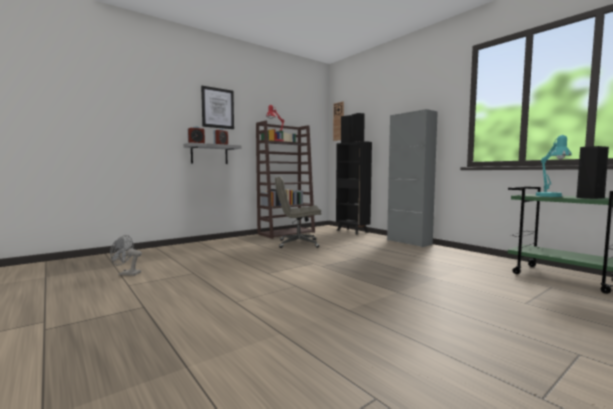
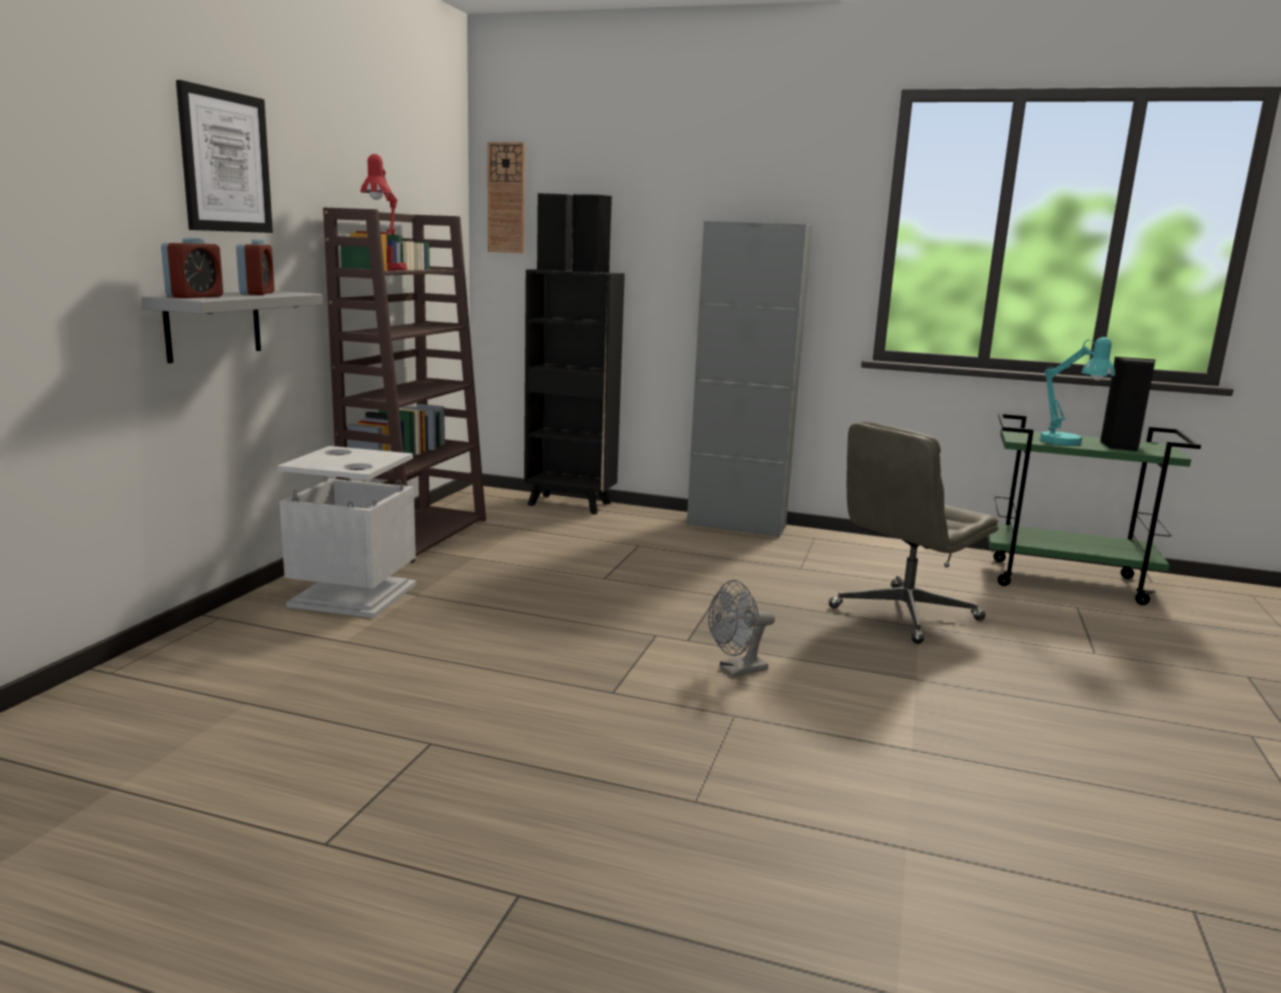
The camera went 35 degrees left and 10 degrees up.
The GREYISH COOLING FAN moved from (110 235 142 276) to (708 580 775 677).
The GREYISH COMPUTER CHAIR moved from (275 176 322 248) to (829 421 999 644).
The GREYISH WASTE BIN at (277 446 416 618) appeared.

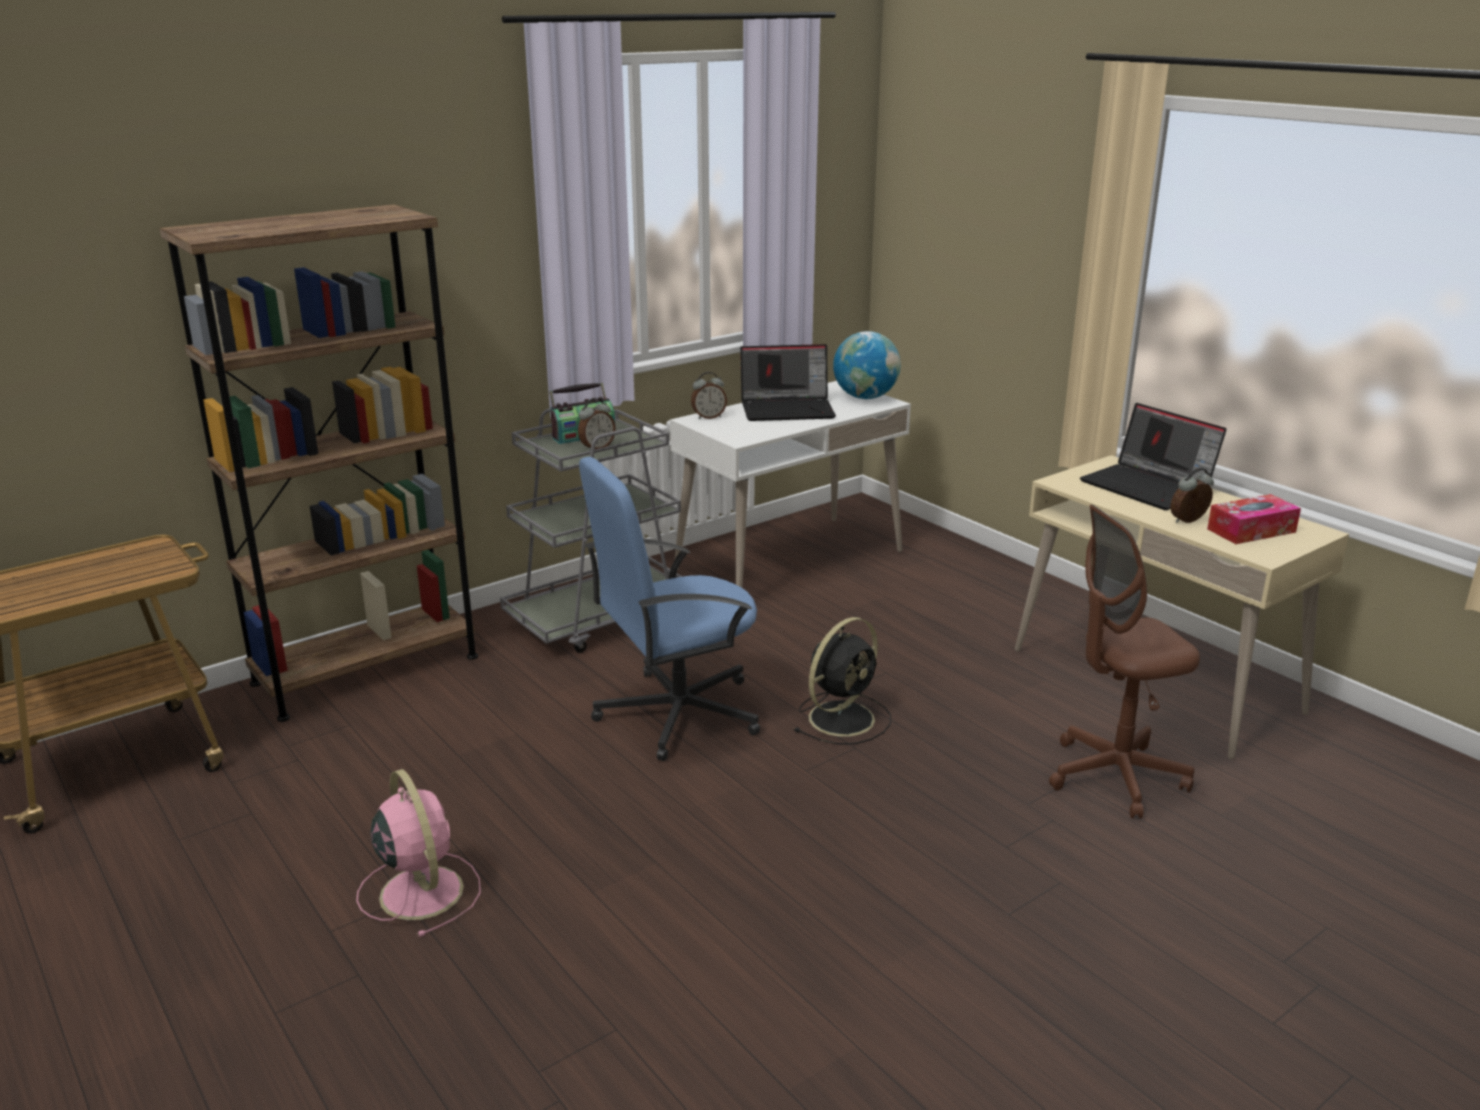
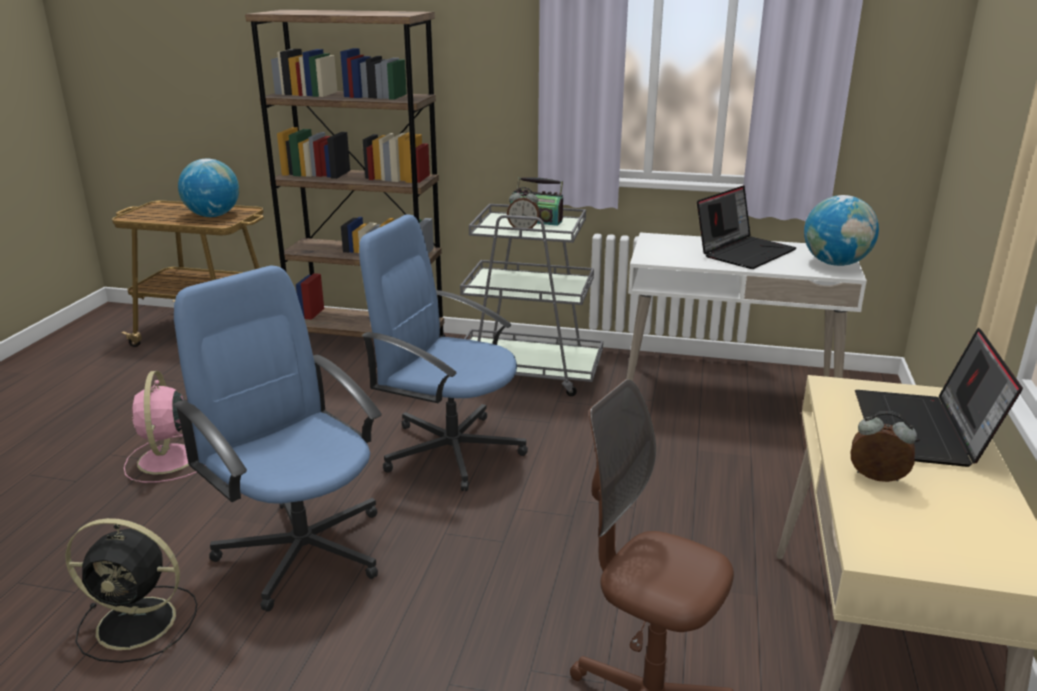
The camera went 50 degrees right and 0 degrees up.
The PINKISH COOLING FAN at (356 769 481 937) turned 150 degrees clockwise.
The TABLE CLOCK at (691 372 727 419) disappeared.
The NOTEBOOK COMPUTER at (740 344 836 421) turned 90 degrees counterclockwise.
The BLACKISH COOLING FAN moved from (794 617 891 745) to (65 518 197 663).
The TISSUE BOX at (1207 494 1301 544) disappeared.
The BLUE COMPUTER CHAIR at (173 266 382 612) appeared.
The DESK GLOBE at (178 159 239 217) appeared.

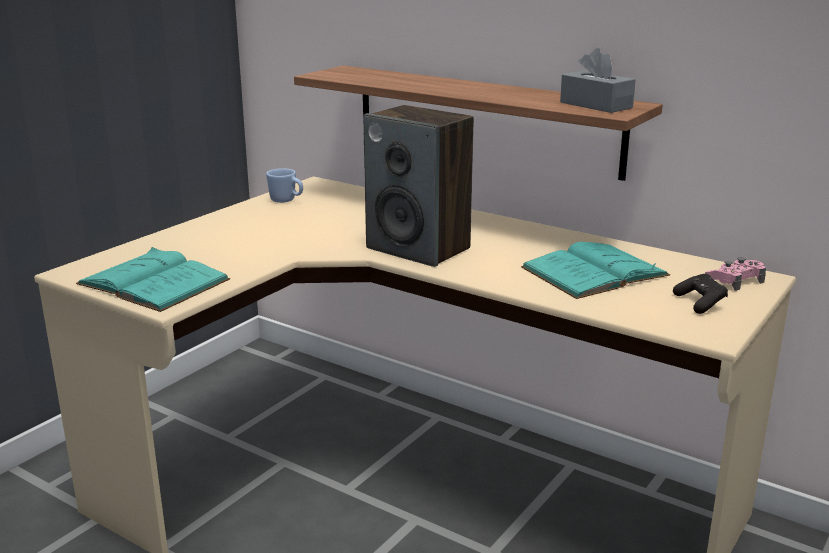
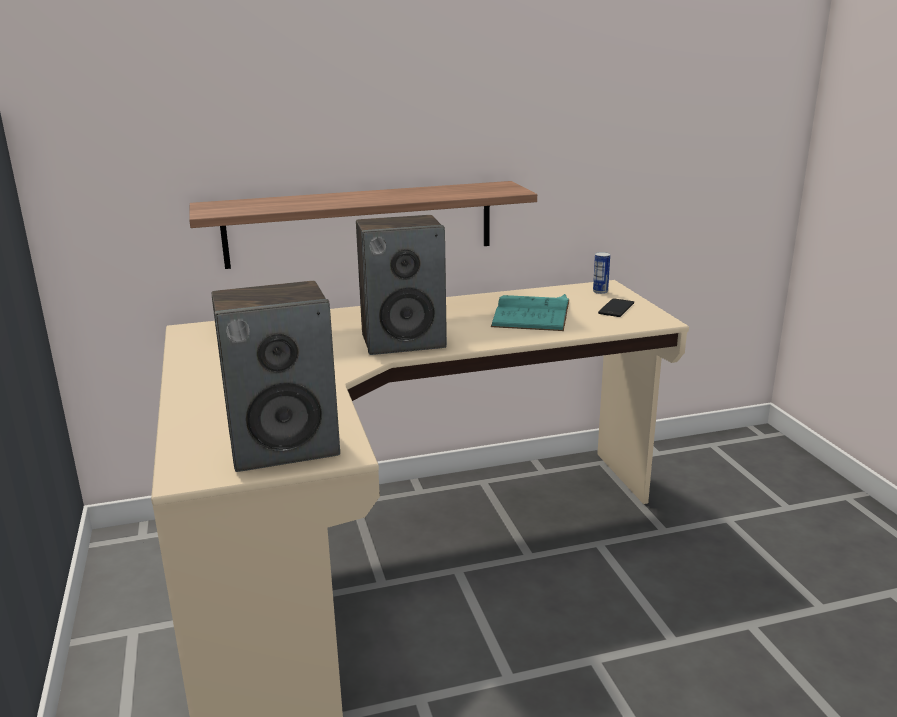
The camera went 50 degrees left and 0 degrees up.
The TURQUOISE BOOK at (76 247 230 312) was replaced by the LOUDSPEAKER at (212 281 340 472).
The BLUE COFFEE MUG at (266 168 303 203) disappeared.
The GREYISH TISSUE BOX at (560 48 636 113) disappeared.
The BLACKISH GAME CONTROLLER at (673 274 728 314) was replaced by the TELEPHONE at (598 298 634 317).
The PINKISH GAME CONTROLLER at (705 258 766 291) was replaced by the SEALED CAN at (593 252 610 294).

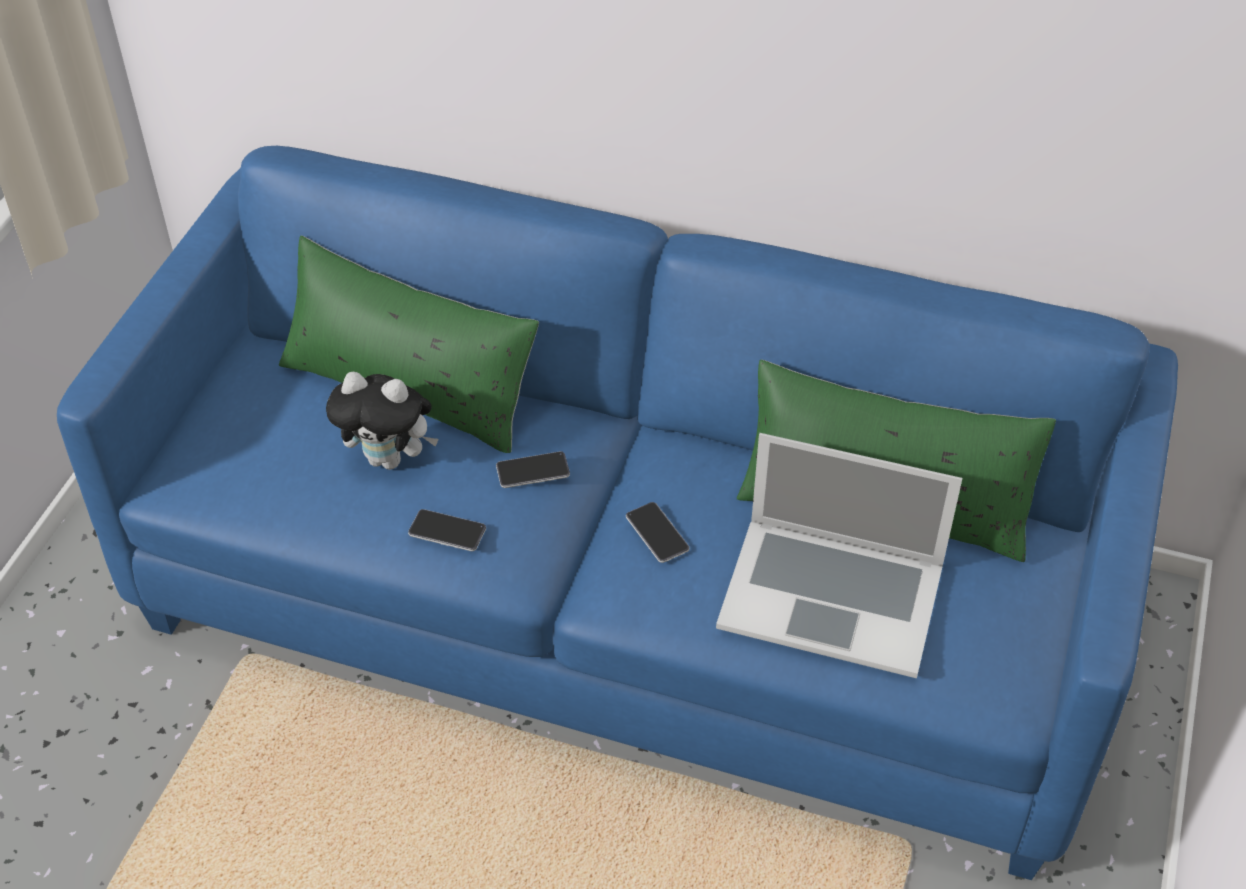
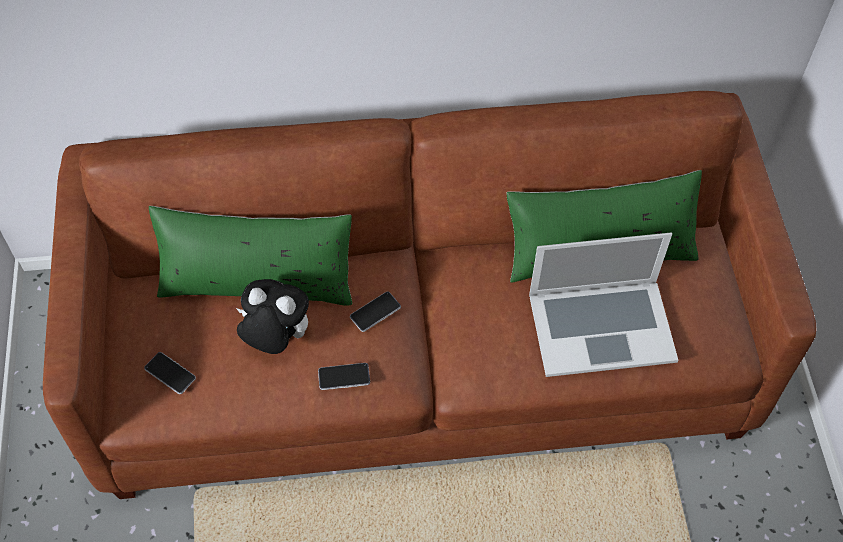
The camera went 25 degrees left and 10 degrees up.
The BLUE COUCH at (57 146 1178 880) became the BROWN COUCH at (43 91 817 499).
The PLUSH TOY at (326 372 439 470) turned 150 degrees counterclockwise.
The TELEPHONE moved from (626 502 690 563) to (144 352 196 394).

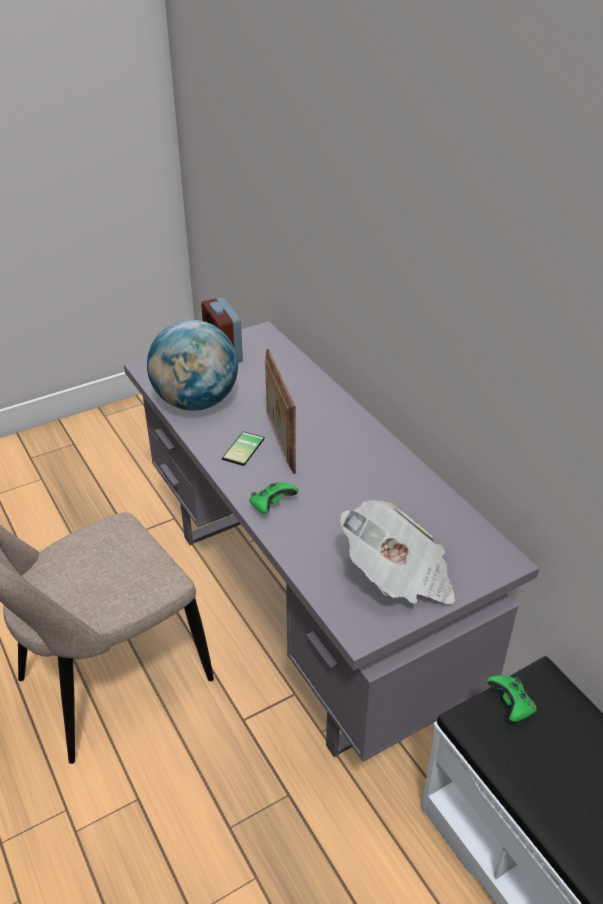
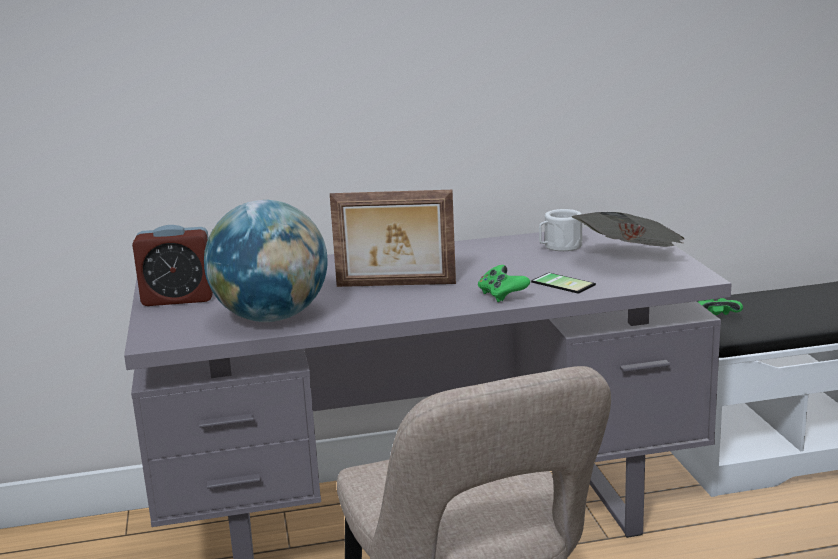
The camera went 70 degrees left and 20 degrees down.
The TELEPHONE moved from (222 432 265 466) to (531 273 596 294).
The WHITISH COFFEE MUG at (539 209 582 251) appeared.

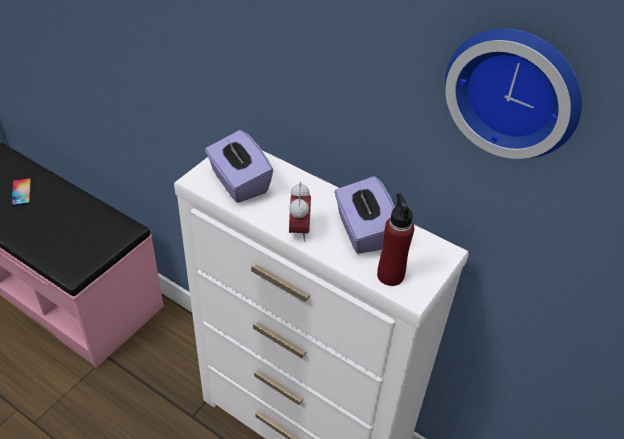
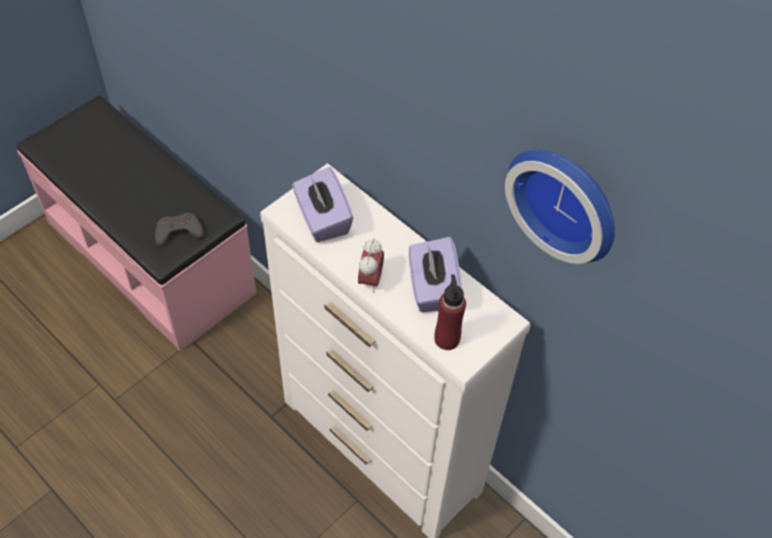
The camera went 10 degrees right and 10 degrees up.
The TELEPHONE at (11 178 31 206) disappeared.
The GREYISH GAME CONTROLLER at (155 213 204 246) appeared.

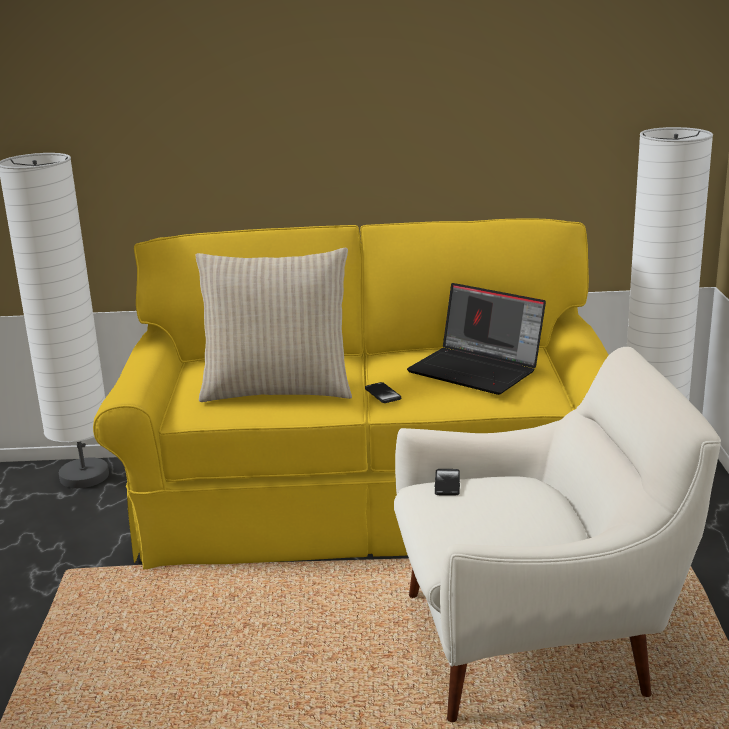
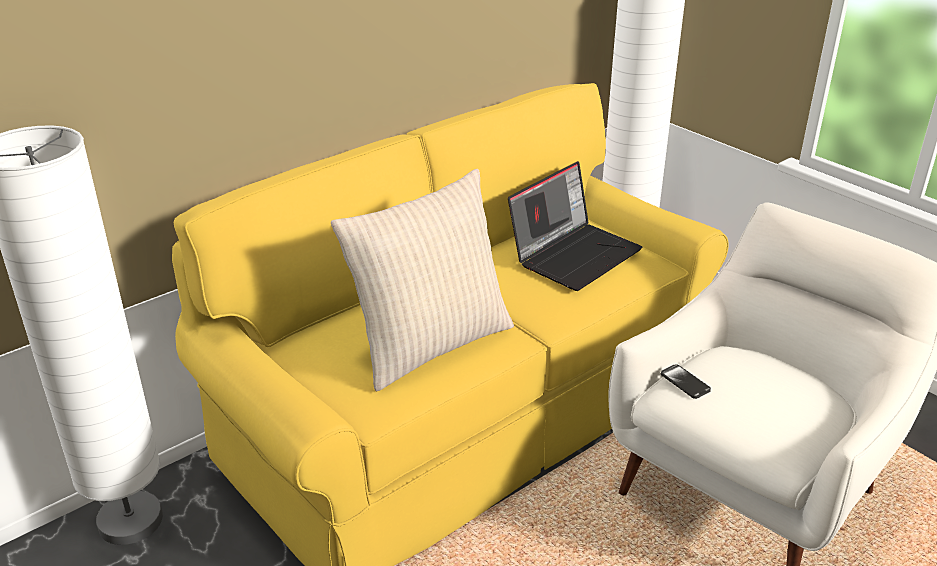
The camera went 40 degrees left and 10 degrees up.
The TELEPHONE at (365 382 401 403) disappeared.
The NOTEBOOK COMPUTER at (407 283 546 395) turned 45 degrees counterclockwise.

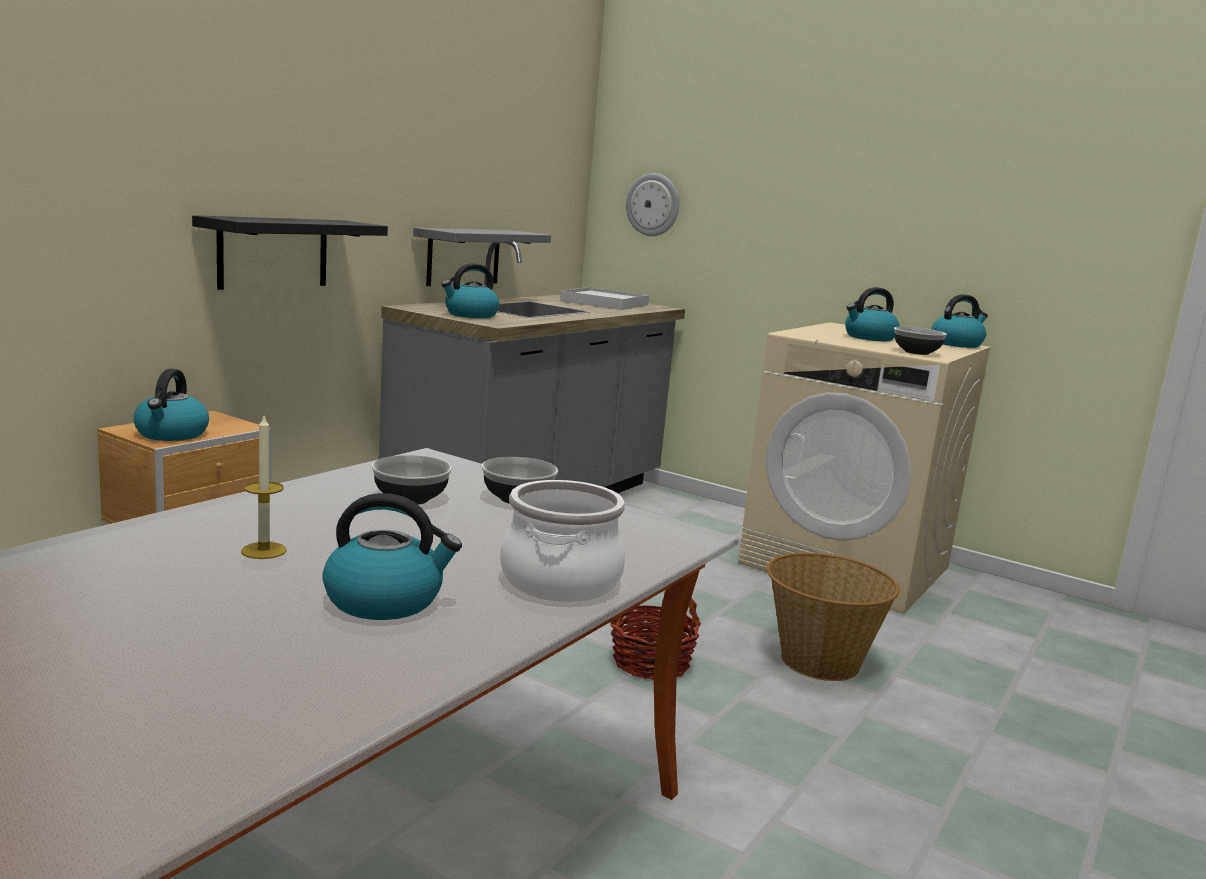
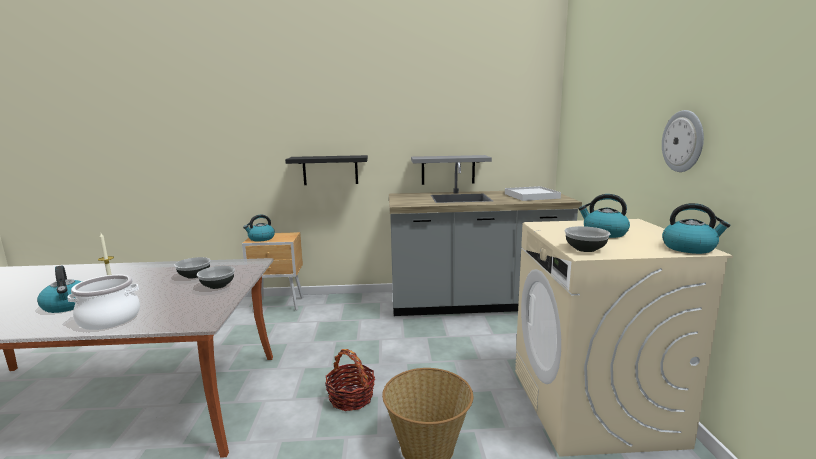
The camera went 55 degrees right and 0 degrees up.
The WATER KETTLE at (442 263 500 318) disappeared.
The CLOCK ON THE WALL moved from (626 173 679 236) to (662 110 704 172).

